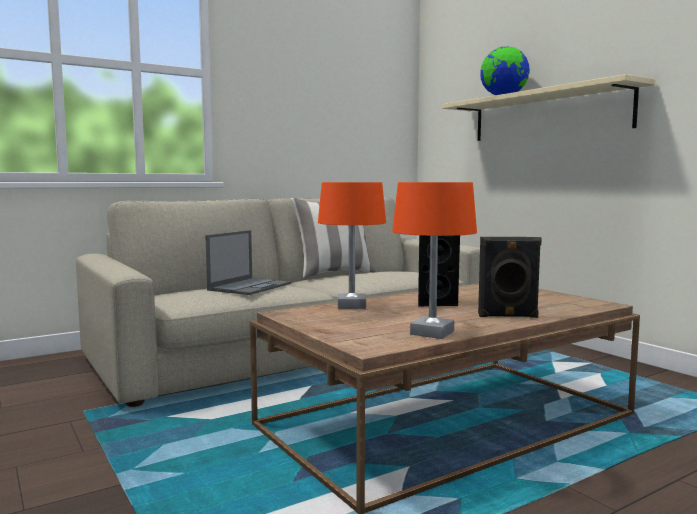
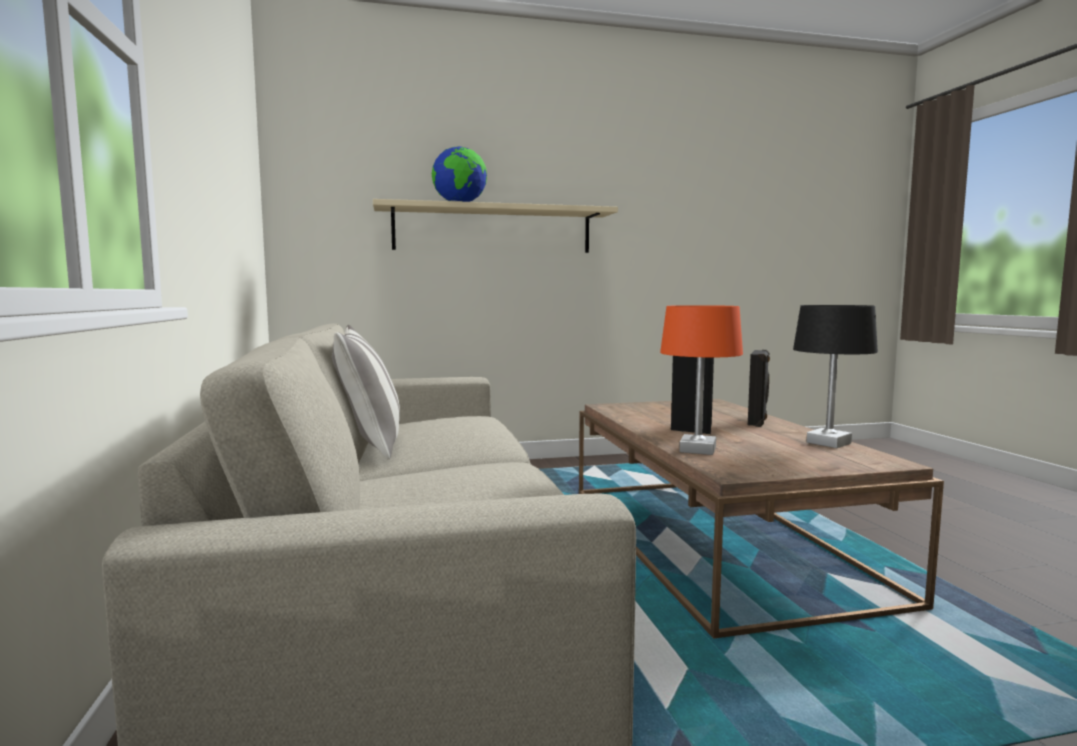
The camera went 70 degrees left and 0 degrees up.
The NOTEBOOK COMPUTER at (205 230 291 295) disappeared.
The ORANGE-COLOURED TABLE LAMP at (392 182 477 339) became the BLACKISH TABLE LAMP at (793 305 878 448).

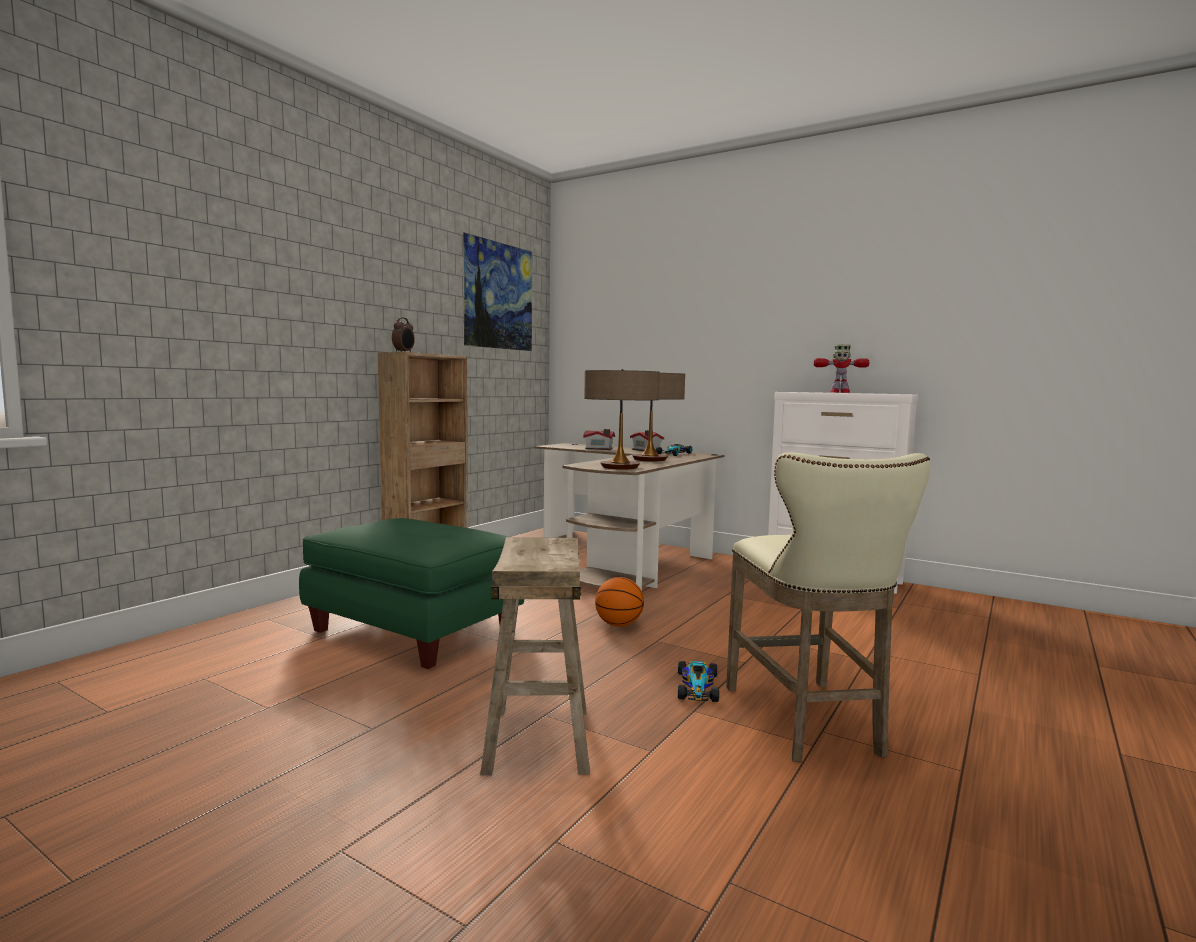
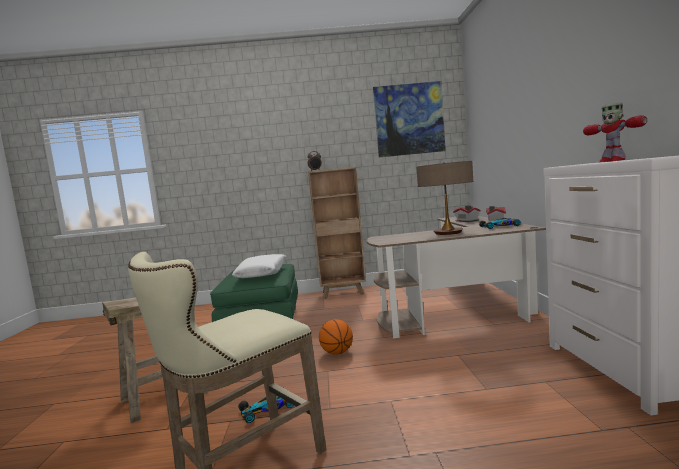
The camera went 55 degrees right and 0 degrees up.
The TABLE LAMP at (584 369 660 470) disappeared.
The WHITISH CUSHION at (232 254 287 278) appeared.

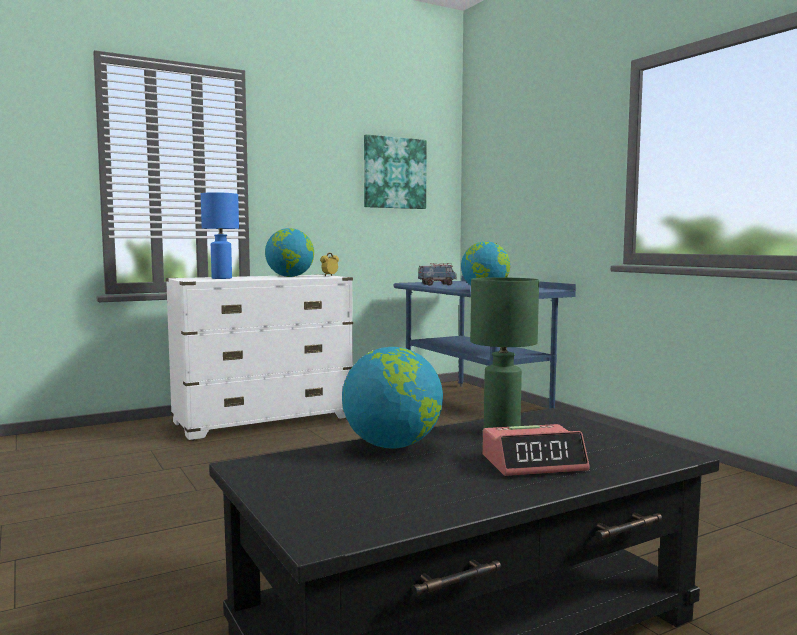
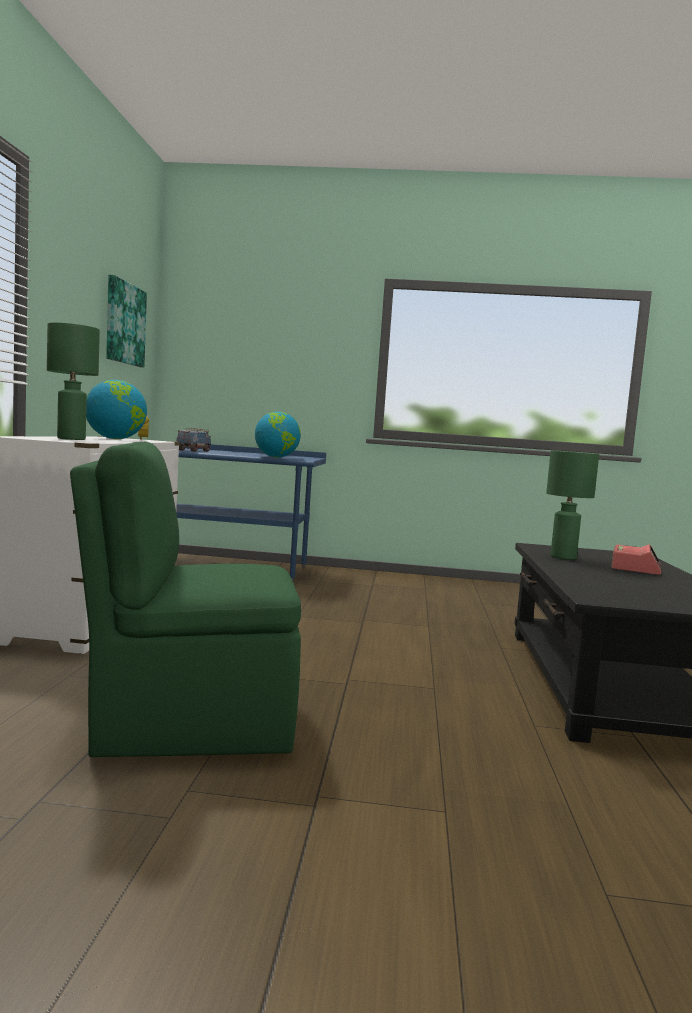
The camera went 55 degrees left and 0 degrees up.
The BLUE TABLE LAMP at (201 192 239 279) became the GREEN TABLE LAMP at (47 323 100 440).
The DESK GLOBE at (342 347 443 448) disappeared.
The GREEN UPRIGHT CHAIR at (70 442 301 757) appeared.

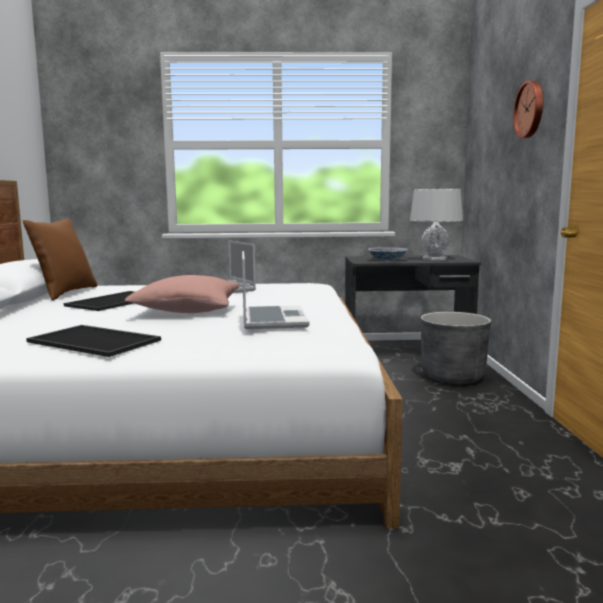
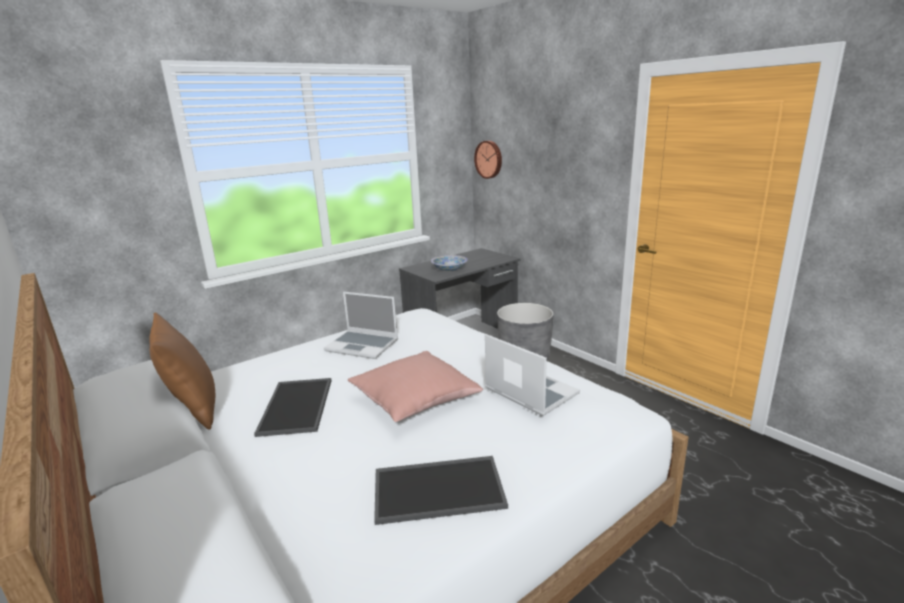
The camera went 35 degrees left and 10 degrees up.
The GREYISH TABLE LAMP at (410 189 463 260) disappeared.
The CLOCK ON THE WALL moved from (513 81 543 138) to (474 141 502 179).

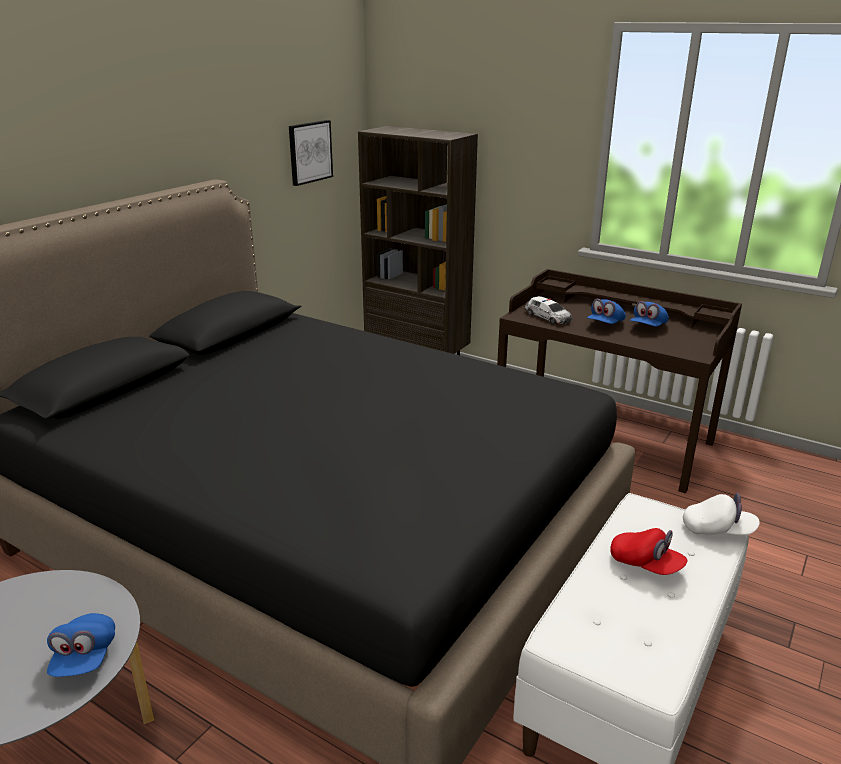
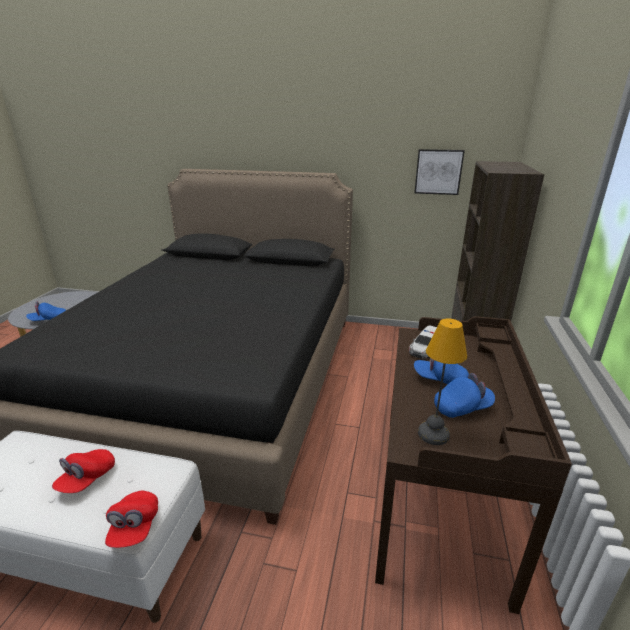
The camera went 70 degrees right and 0 degrees up.
The BLUE PEAKED CAP at (630 301 669 327) turned 150 degrees clockwise.
The WHITISH PEAKED CAP at (683 493 760 535) became the REDDISH PEAKED CAP at (105 491 158 548).
The TABLE LAMP at (418 318 467 445) appeared.

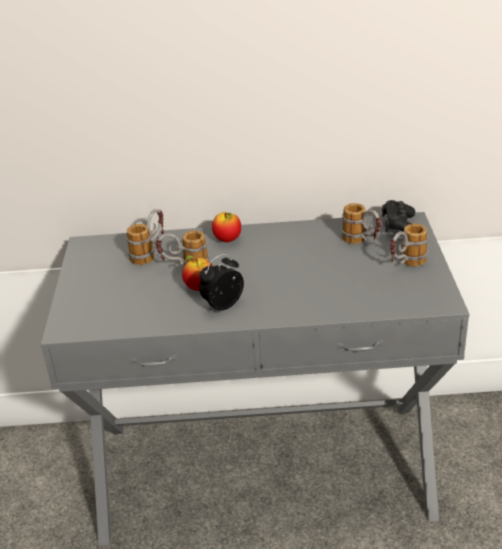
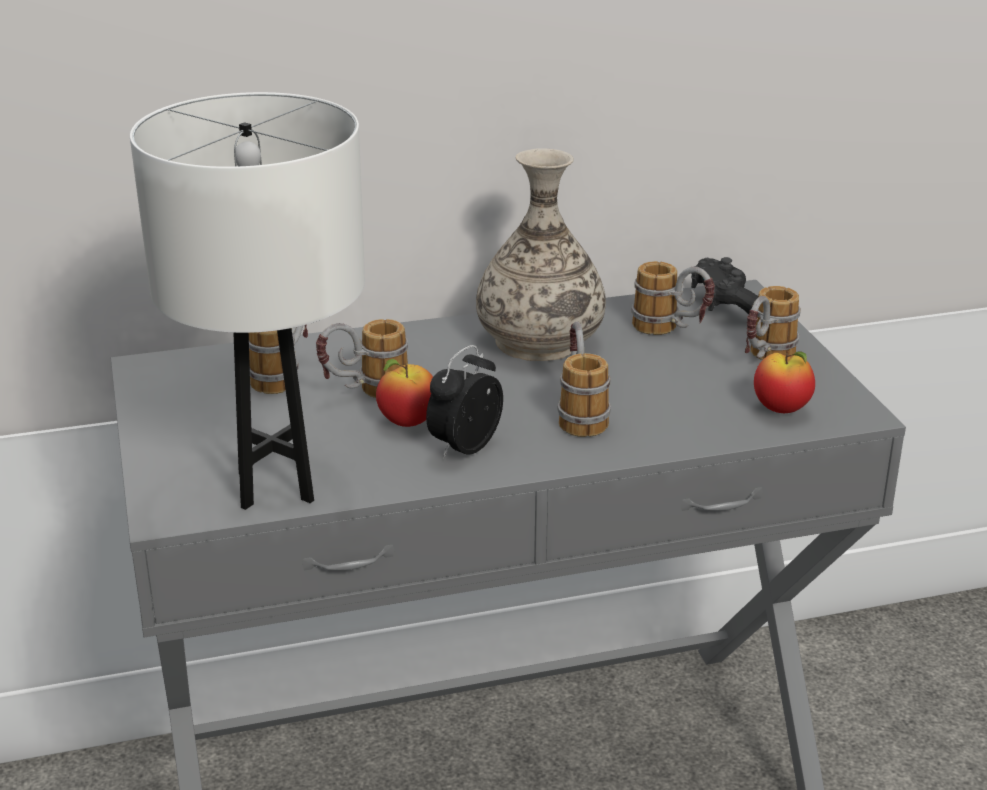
The camera went 15 degrees left and 5 degrees down.
The APPLE moved from (212 212 241 242) to (754 351 815 413).
The WHITISH TABLE LAMP at (130 92 365 510) appeared.
The DECORATIVE VASE at (476 148 606 361) appeared.
The COFFEE MUG at (558 322 611 437) appeared.

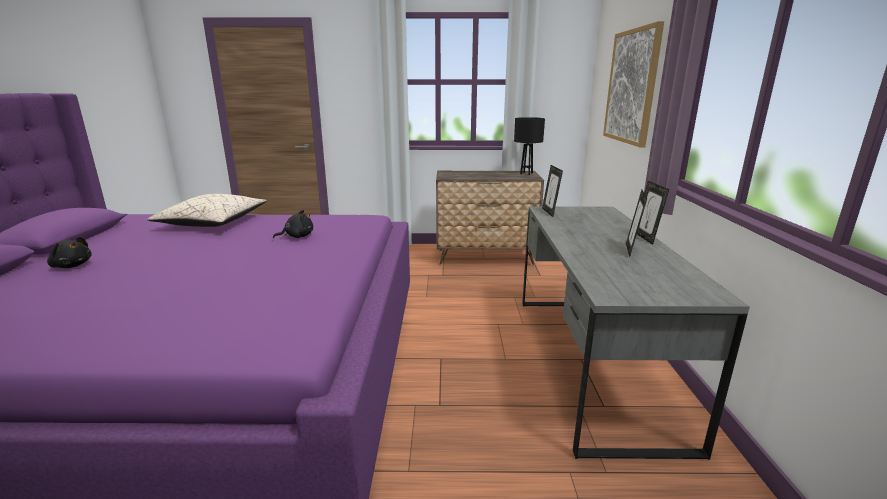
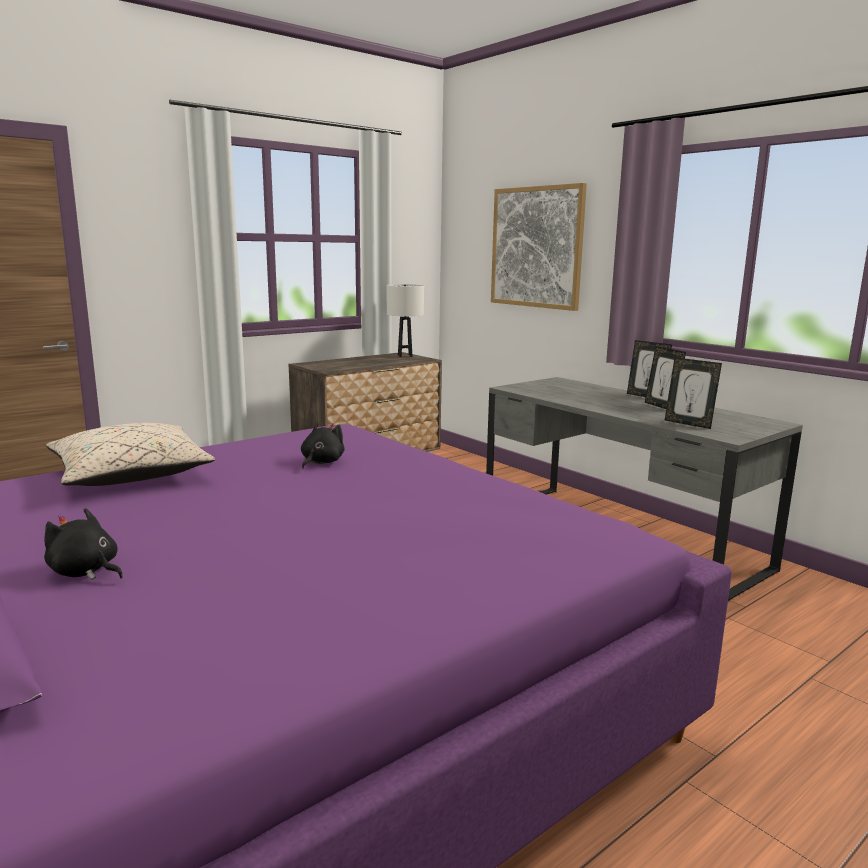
The camera went 40 degrees left and 5 degrees down.
The BLACKISH PLUSH TOY at (47 237 92 268) turned 135 degrees counterclockwise.
The BLACKISH TABLE LAMP at (514 117 545 175) became the WHITISH TABLE LAMP at (386 284 424 357).
The PICTURE FRAME moved from (542 165 563 217) to (665 357 722 429).

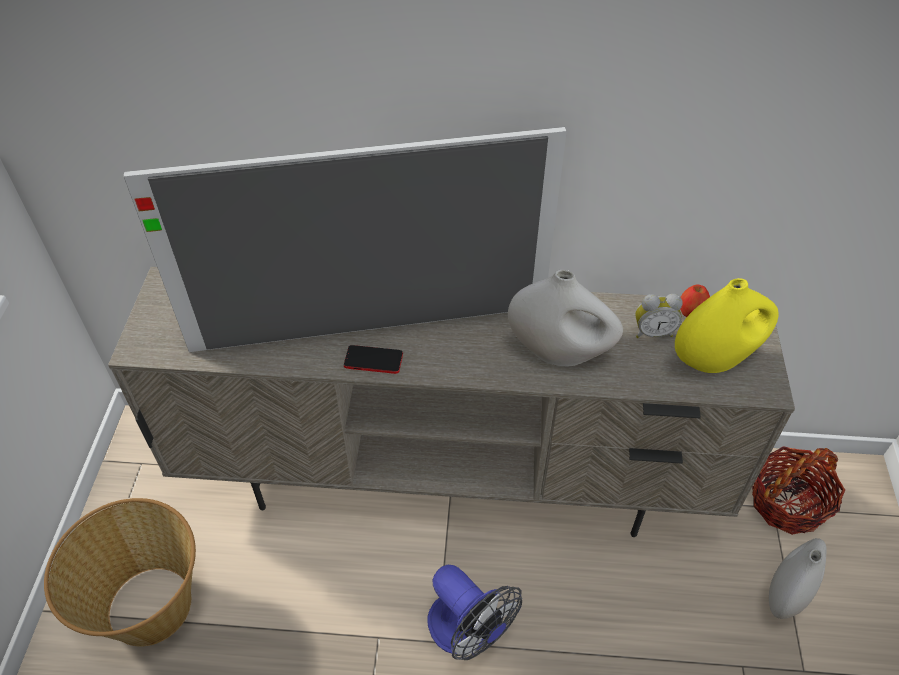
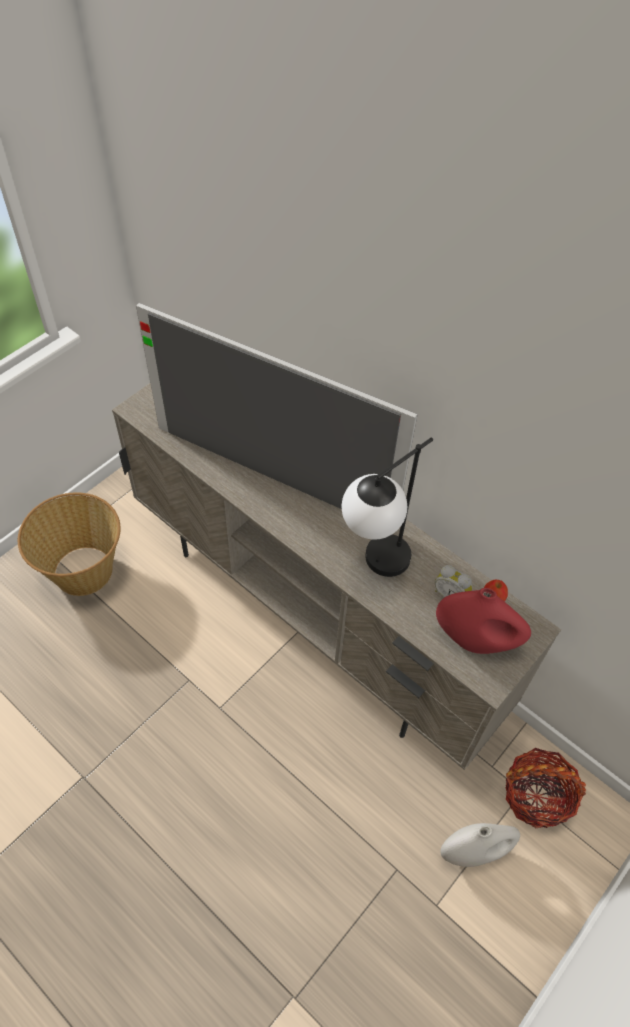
The camera went 35 degrees right and 5 degrees up.
The TELEPHONE at (344 345 403 374) disappeared.
The COOLING FAN at (427 565 522 660) disappeared.
The WHITISH DECORATIVE VASE at (508 270 623 366) was replaced by the TABLE LAMP at (342 438 433 577).
The YELLOW DECORATIVE VASE at (675 278 779 373) became the REDDISH DECORATIVE VASE at (436 588 531 654).

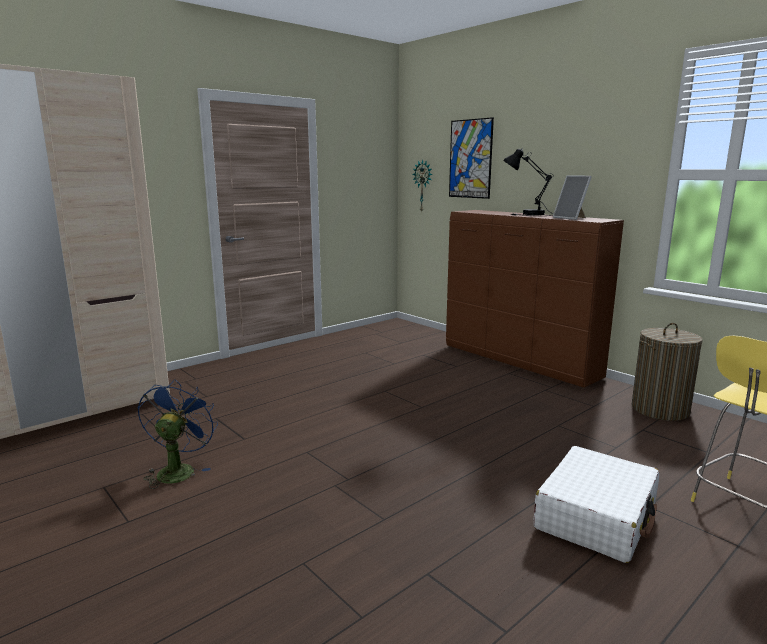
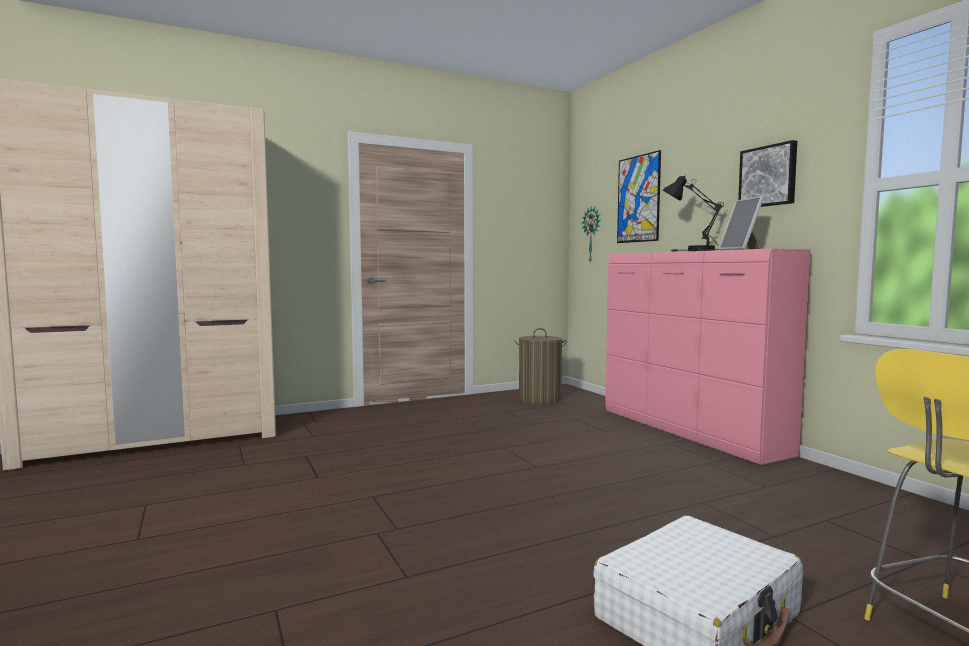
The camera went 15 degrees right and 10 degrees down.
The BLUE COOLING FAN at (138 379 218 489) disappeared.
The BROWN DRESSER at (446 210 624 387) became the PINKISH DRESSER at (605 248 811 465).
The HAMPER moved from (632 323 703 421) to (514 328 567 404).
The WALL PICTURE at (738 140 797 207) appeared.

